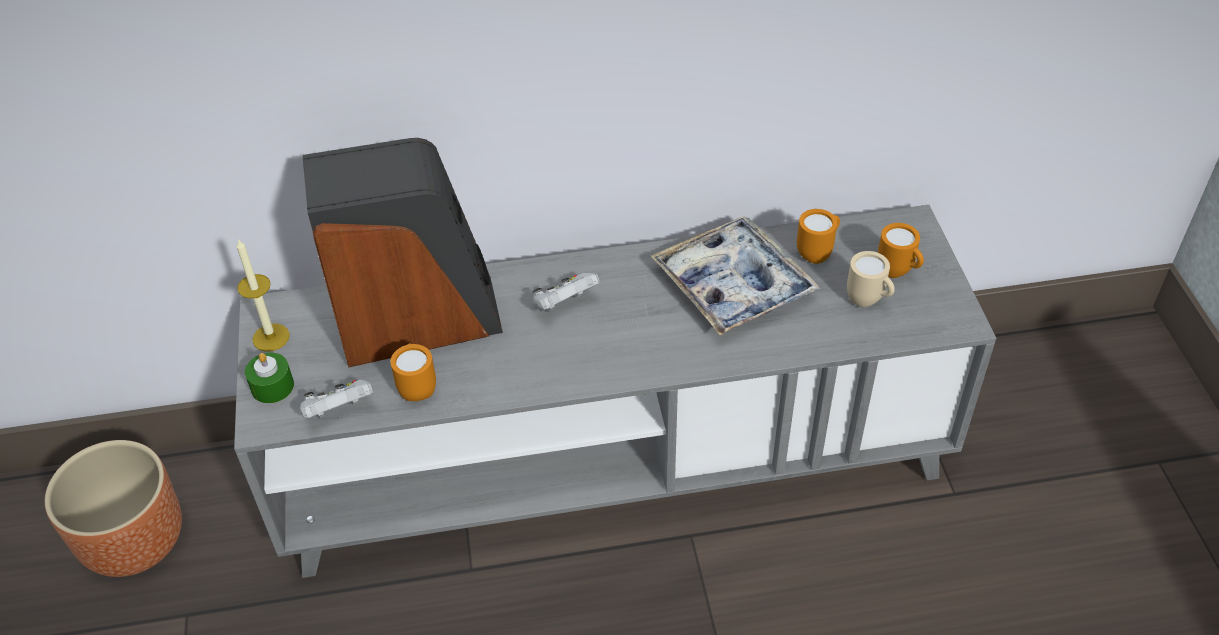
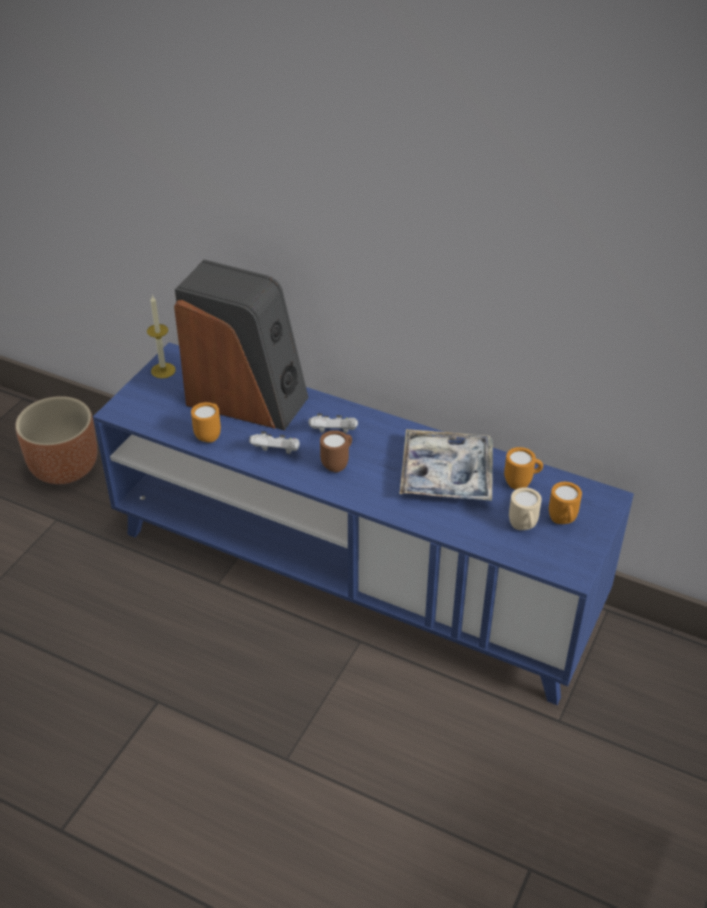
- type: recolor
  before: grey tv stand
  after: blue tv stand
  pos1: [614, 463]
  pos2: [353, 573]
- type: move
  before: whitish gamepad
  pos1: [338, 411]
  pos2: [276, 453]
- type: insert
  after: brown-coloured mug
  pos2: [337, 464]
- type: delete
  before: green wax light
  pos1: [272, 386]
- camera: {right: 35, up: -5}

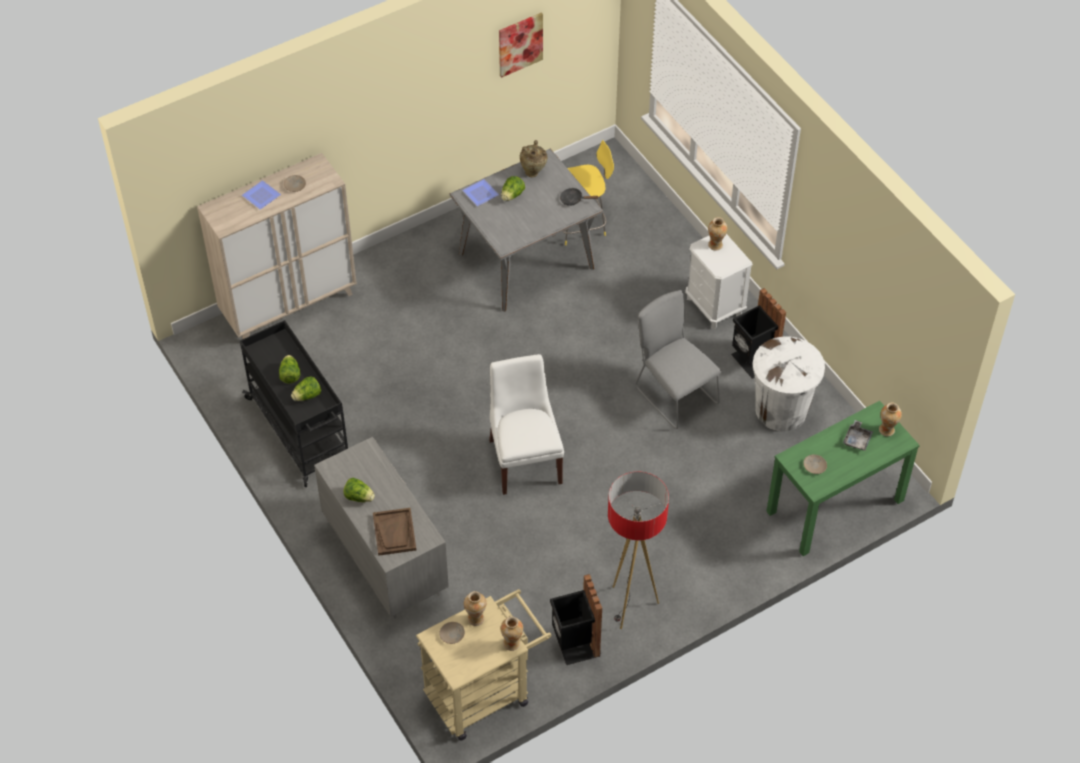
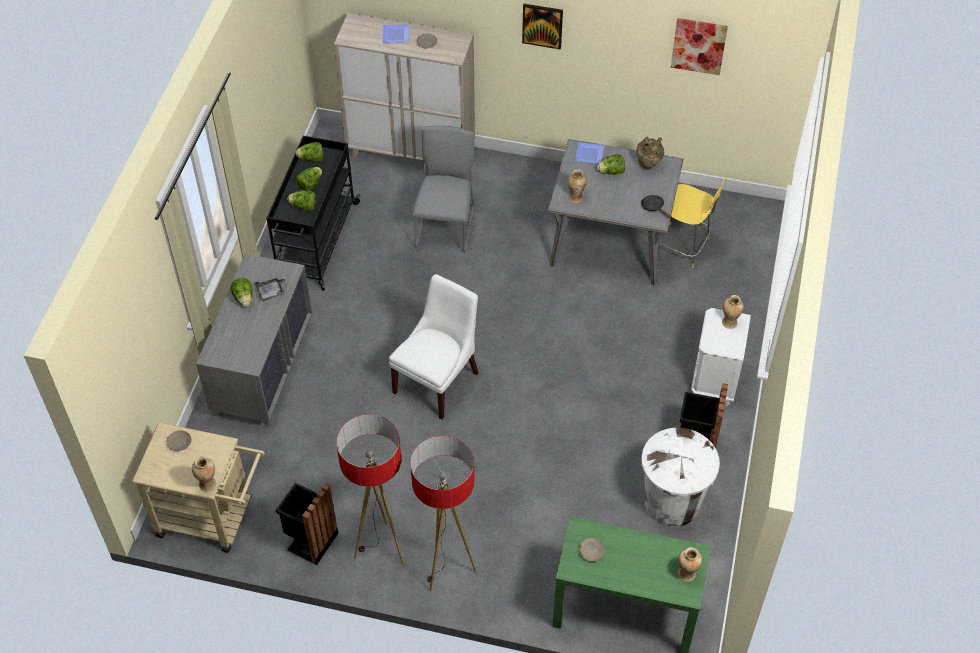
- type: move
  before: grey carrying tray
  pos1: [857, 439]
  pos2: [272, 291]
- type: insert
  after: lettuce
  pos2: [311, 159]
- type: insert
  after: standard lamp
  pos2: [447, 569]
- type: move
  before: grey chair
  pos1: [673, 393]
  pos2: [446, 225]
- type: insert
  after: wall picture
  pos2: [542, 25]
- type: move
  before: vase
  pos1: [475, 618]
  pos2: [575, 198]
- type: delete
  before: brown-coloured carrying tray
  pos1: [394, 532]
- camera: {right: 45, up: 0}

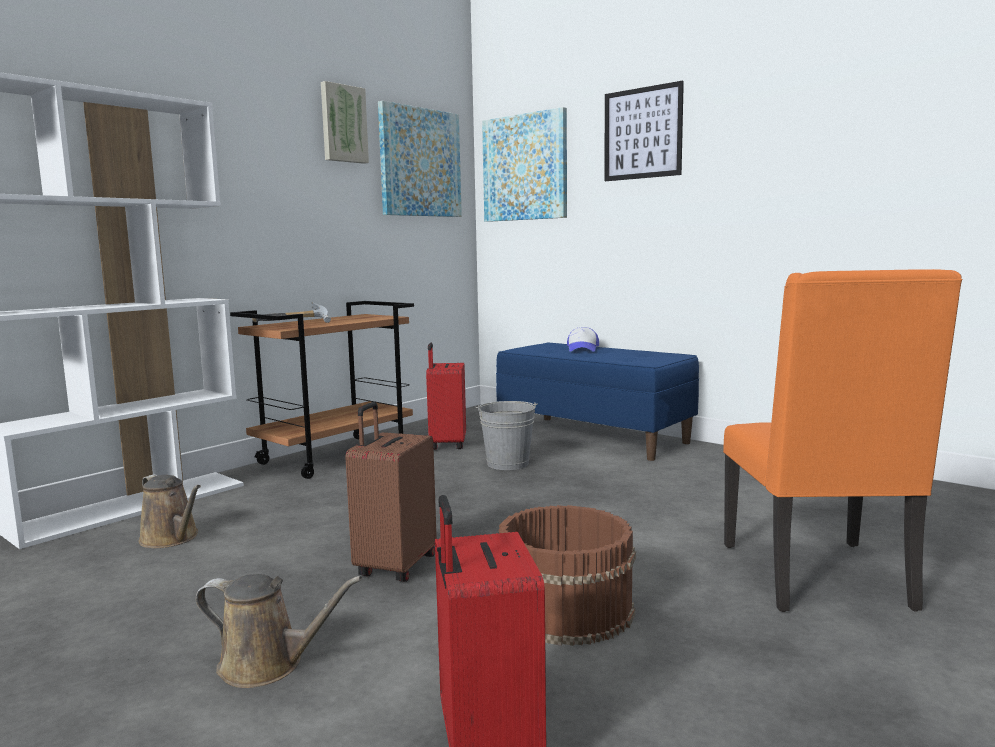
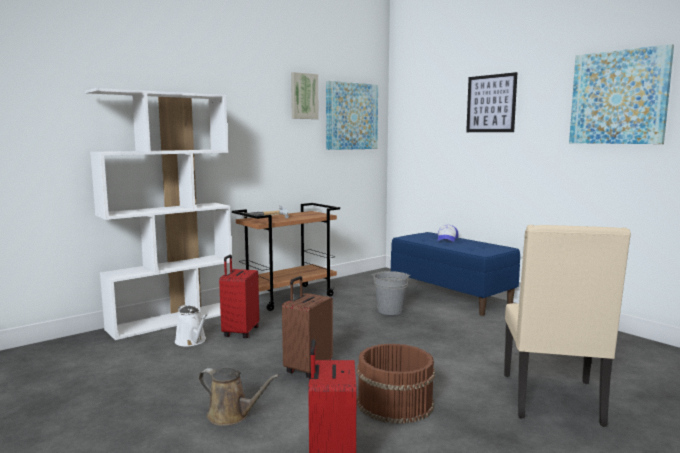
- type: recolor
  before: brown-coloured sprinkling can
  after: whitish sprinkling can
  pos1: [172, 538]
  pos2: [192, 341]
- type: move
  before: red-coloured piece of luggage
  pos1: [446, 445]
  pos2: [240, 332]
- type: recolor
  before: orangey chair
  after: beige chair
  pos1: [819, 577]
  pos2: [553, 400]
- type: move
  before: wall picture
  pos1: [525, 167]
  pos2: [618, 97]
- camera: {right: 10, up: 0}

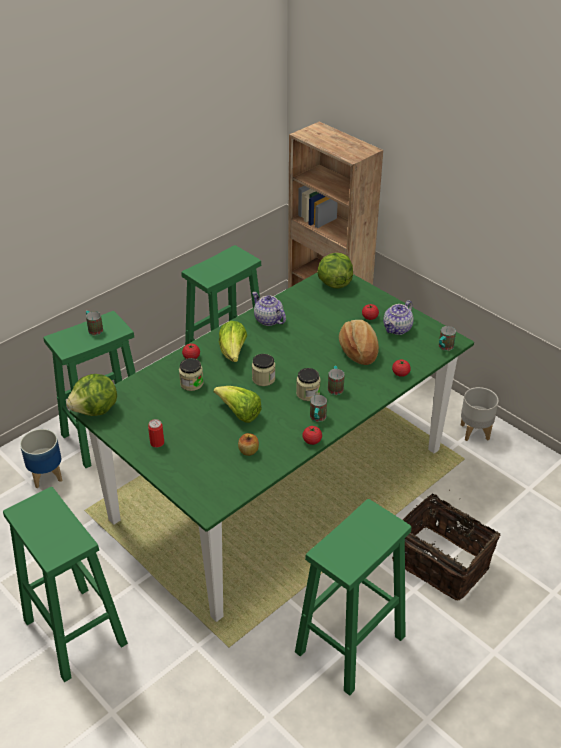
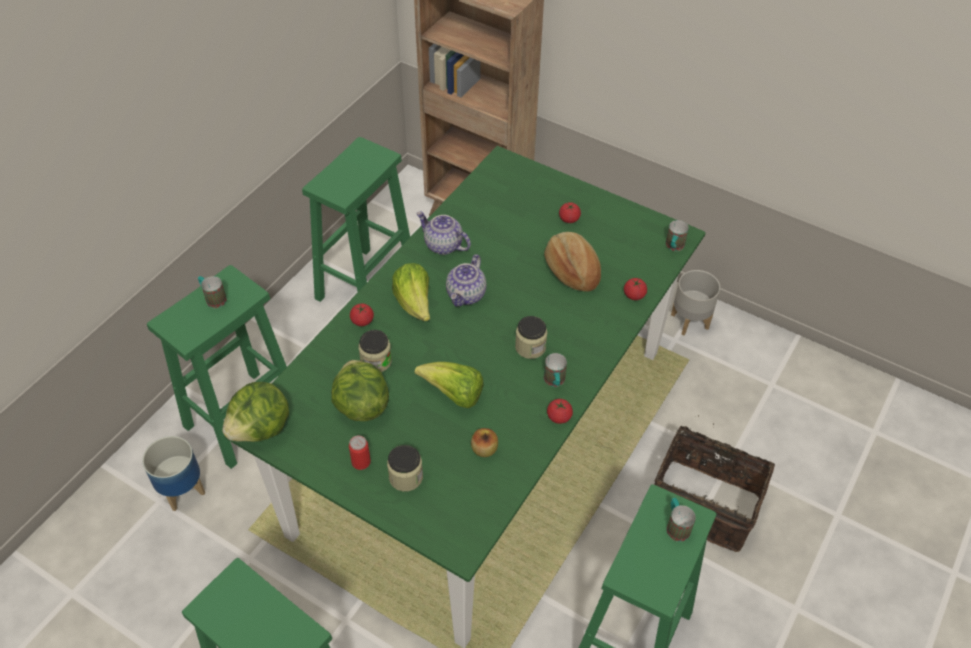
- type: move
  before: lettuce
  pos1: [334, 283]
  pos2: [361, 405]
- type: move
  before: jar
  pos1: [263, 379]
  pos2: [406, 477]
- type: move
  before: tea pot
  pos1: [397, 329]
  pos2: [466, 295]
- type: move
  before: mug
  pos1: [335, 387]
  pos2: [676, 526]
- camera: {right: -15, up: 10}

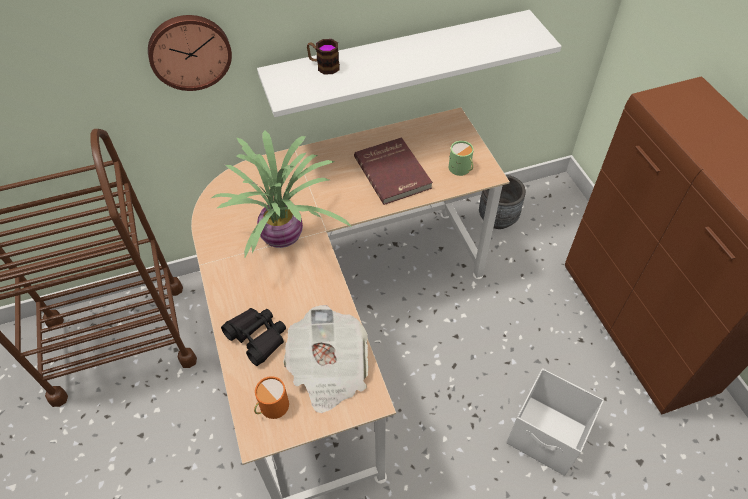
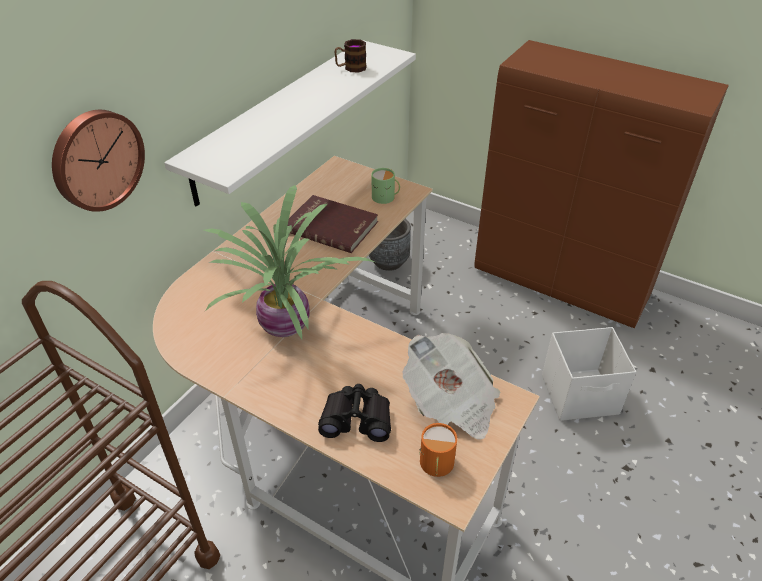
- type: move
  before: mug
  pos1: [324, 66]
  pos2: [351, 68]
- camera: {right: -40, up: -10}

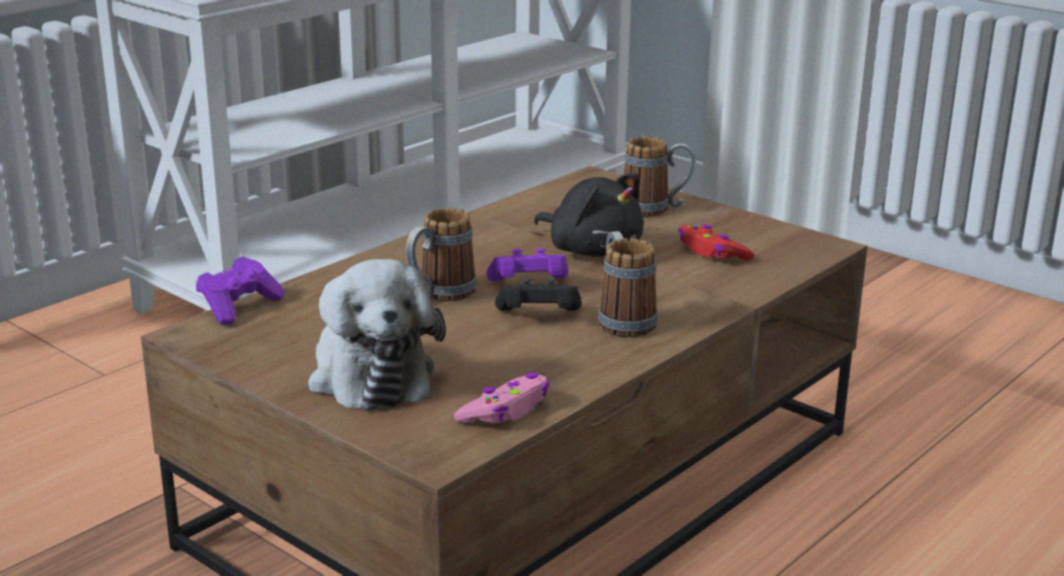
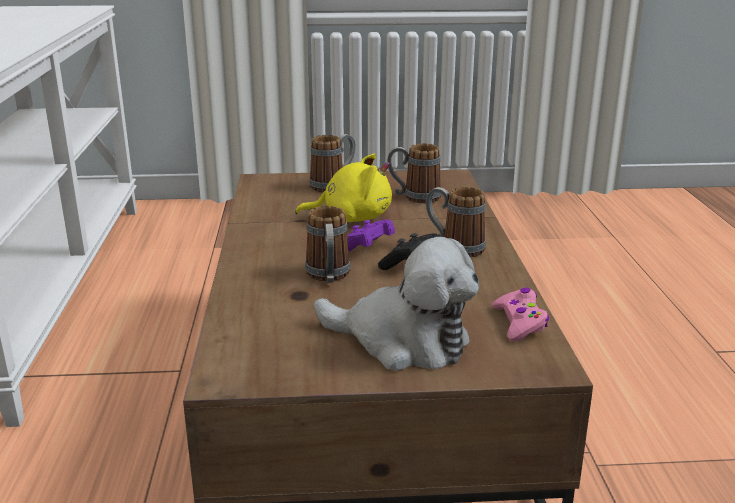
- type: recolor
  before: blackish soft toy
  after: yellow soft toy
  pos1: [592, 250]
  pos2: [352, 218]
- type: replace
  before: red-coloured gamepad
  after: mug
  pos1: [712, 253]
  pos2: [414, 197]
- type: delete
  before: purple gamepad
  pos1: [239, 307]
- camera: {right: -45, up: 0}

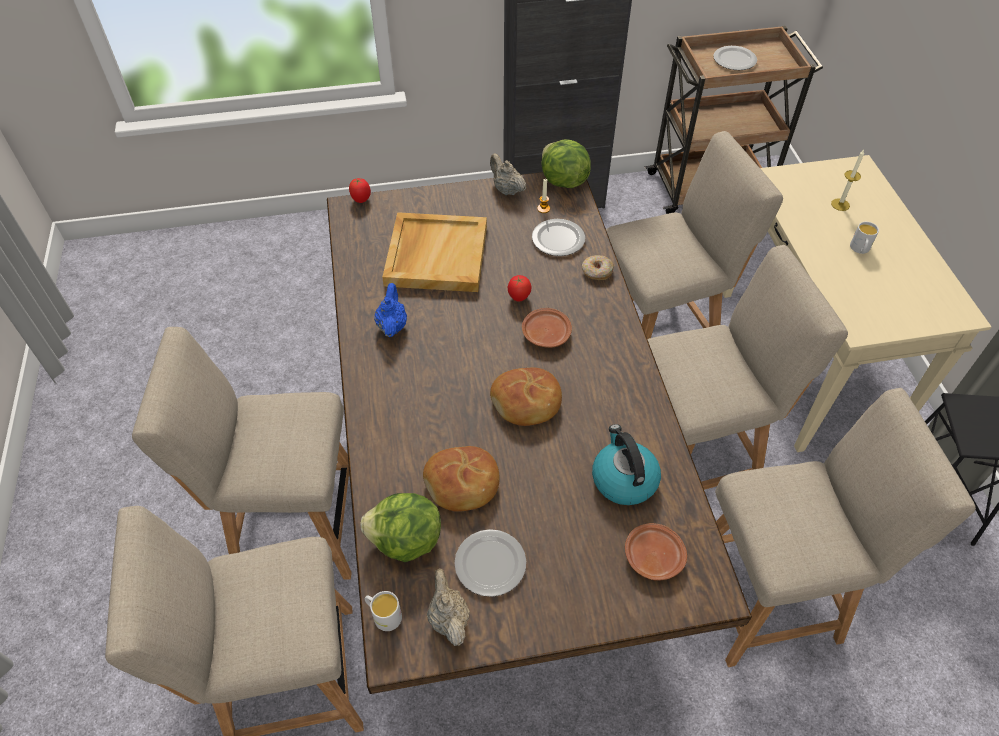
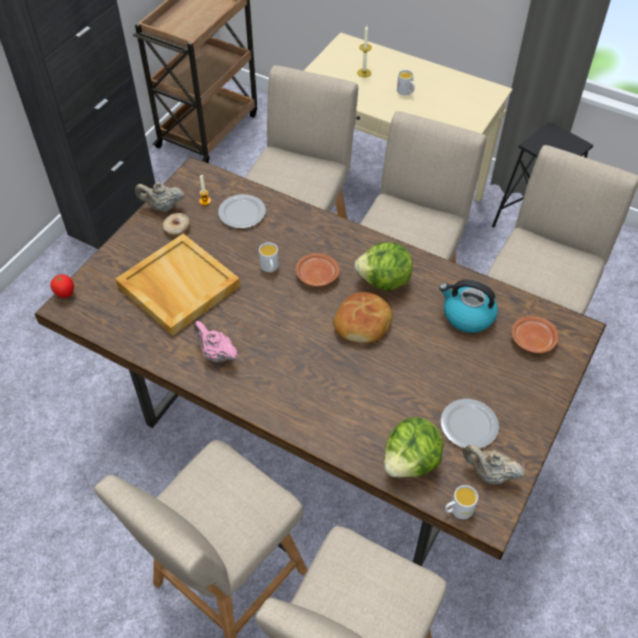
- type: move
  before: donut
  pos1: [596, 272]
  pos2: [177, 228]
- type: recolor
  before: blue tea pot
  after: pinkish tea pot
  pos1: [392, 325]
  pos2: [216, 354]
- type: replace
  before: whole tomato
  after: whitish mug
  pos1: [518, 297]
  pos2: [270, 268]
- type: move
  before: lettuce
  pos1: [562, 181]
  pos2: [384, 282]
- type: delete
  before: bread
  pos1: [462, 484]
- type: delete
  before: flat dish
  pos1: [734, 60]
- camera: {right: -50, up: 0}

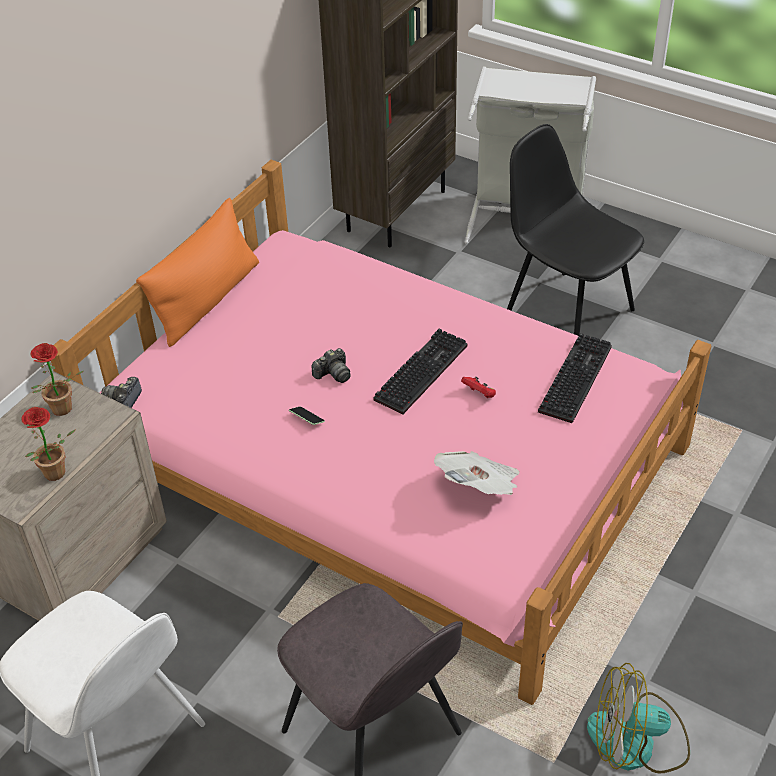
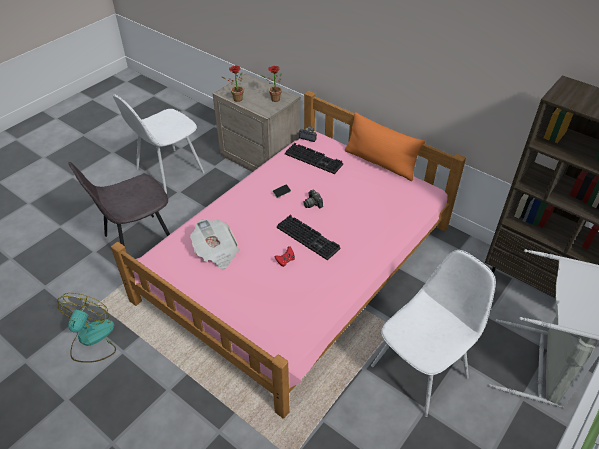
- type: move
  before: keyboard
  pos1: [573, 377]
  pos2: [315, 159]
- type: recolor
  before: blackish chair
  after: whitish chair
  pos1: [565, 313]
  pos2: [421, 370]
- camera: {right: 95, up: 0}

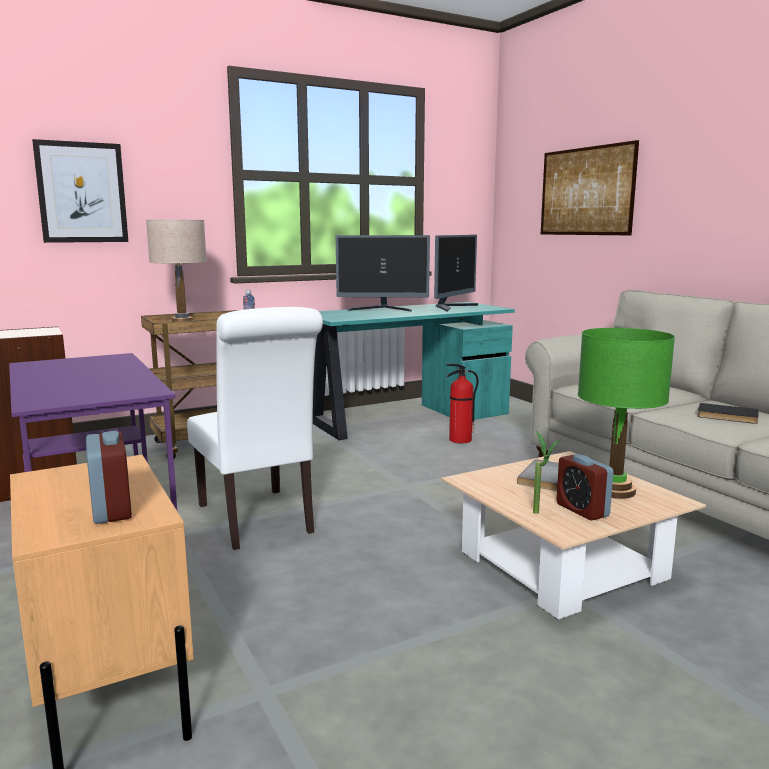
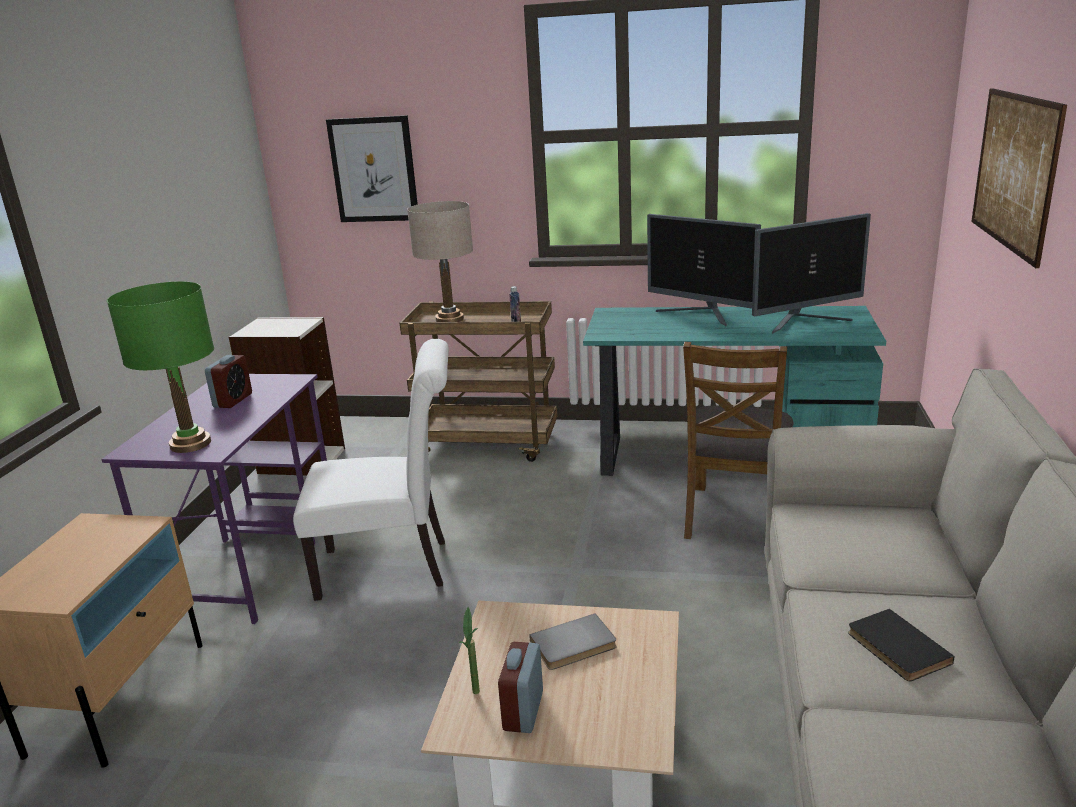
- type: move
  before: green lamp for a table
  pos1: [614, 491]
  pos2: [190, 444]
- type: move
  before: bedside clock
  pos1: [111, 509]
  pos2: [233, 400]
- type: rotate
  before: whitish chair
  pos1: [258, 521]
  pos2: [393, 567]
  turn: -105
- type: replace
  before: extinguisher
  after: brown-coloured chair
  pos1: [459, 440]
  pos2: [734, 515]
- camera: {right: 40, up: 10}

